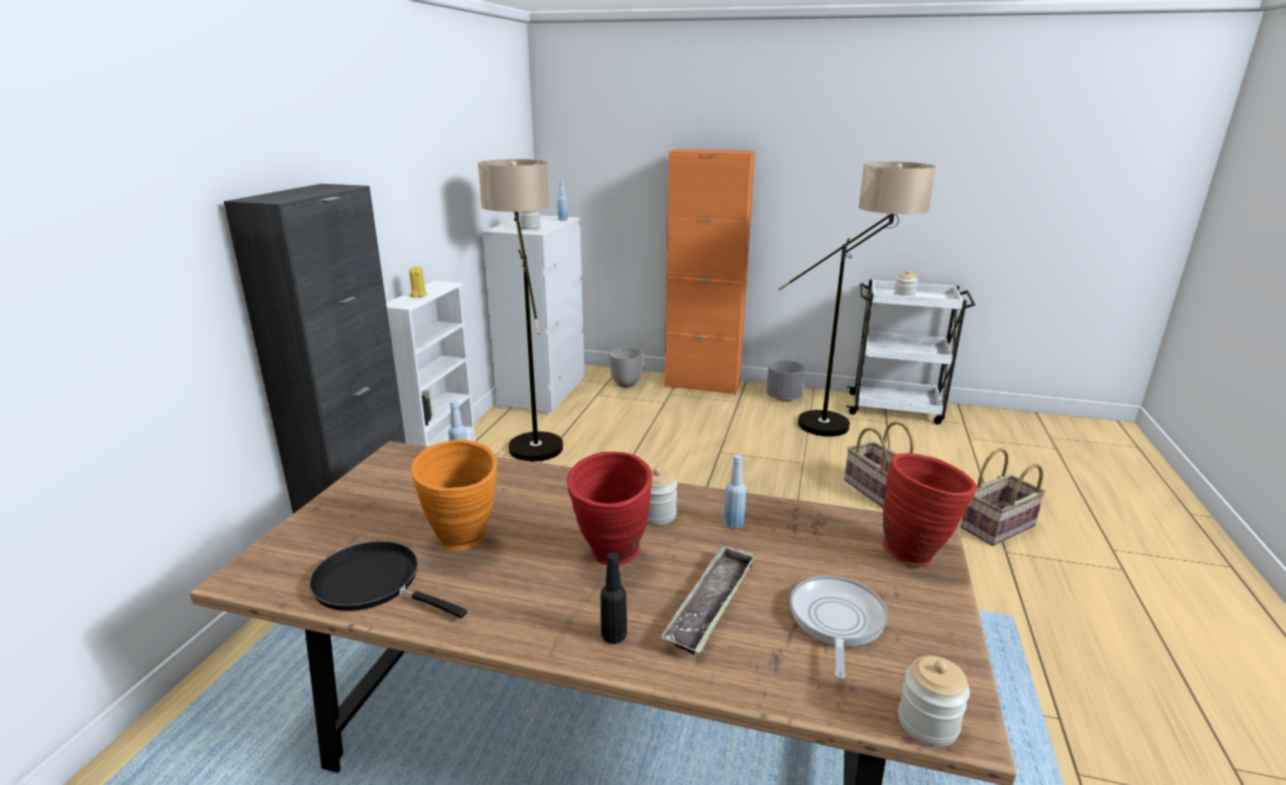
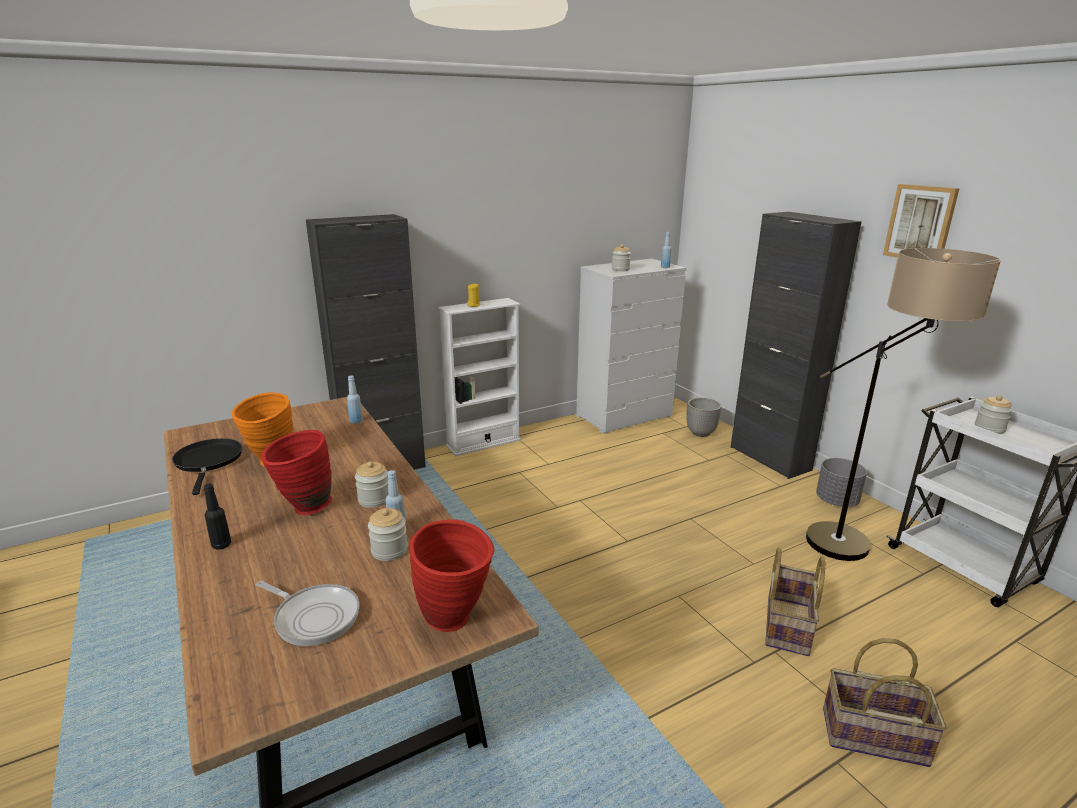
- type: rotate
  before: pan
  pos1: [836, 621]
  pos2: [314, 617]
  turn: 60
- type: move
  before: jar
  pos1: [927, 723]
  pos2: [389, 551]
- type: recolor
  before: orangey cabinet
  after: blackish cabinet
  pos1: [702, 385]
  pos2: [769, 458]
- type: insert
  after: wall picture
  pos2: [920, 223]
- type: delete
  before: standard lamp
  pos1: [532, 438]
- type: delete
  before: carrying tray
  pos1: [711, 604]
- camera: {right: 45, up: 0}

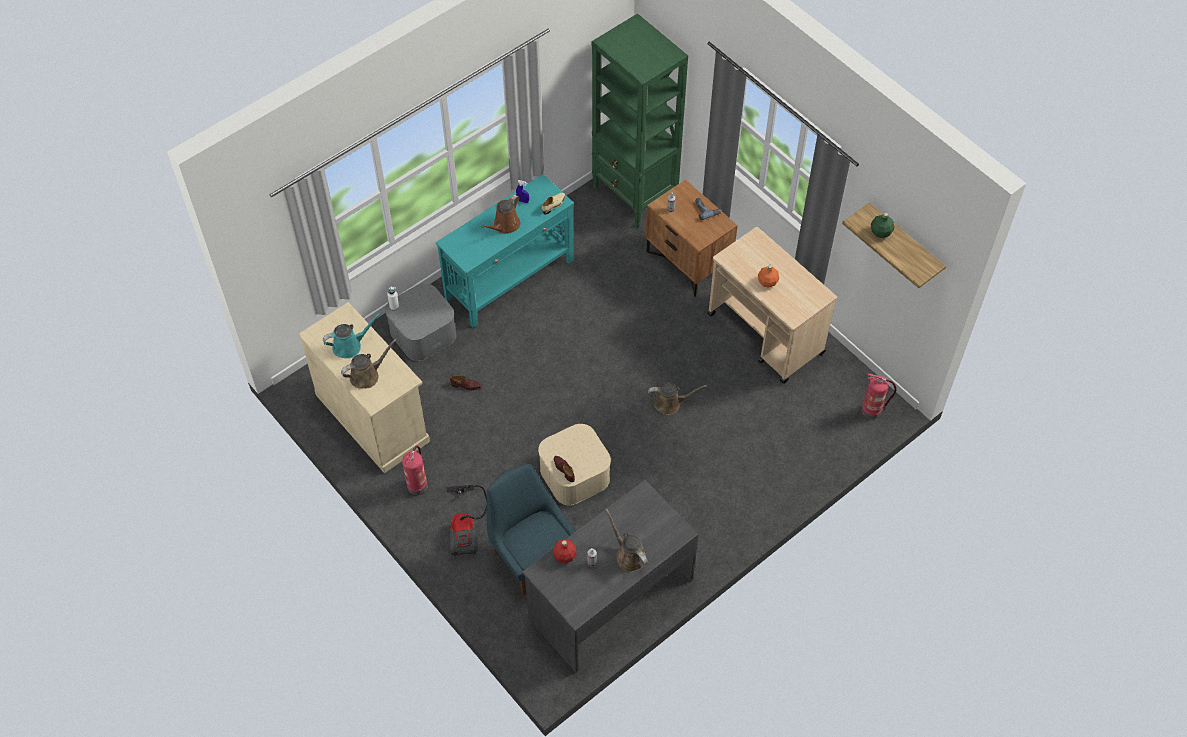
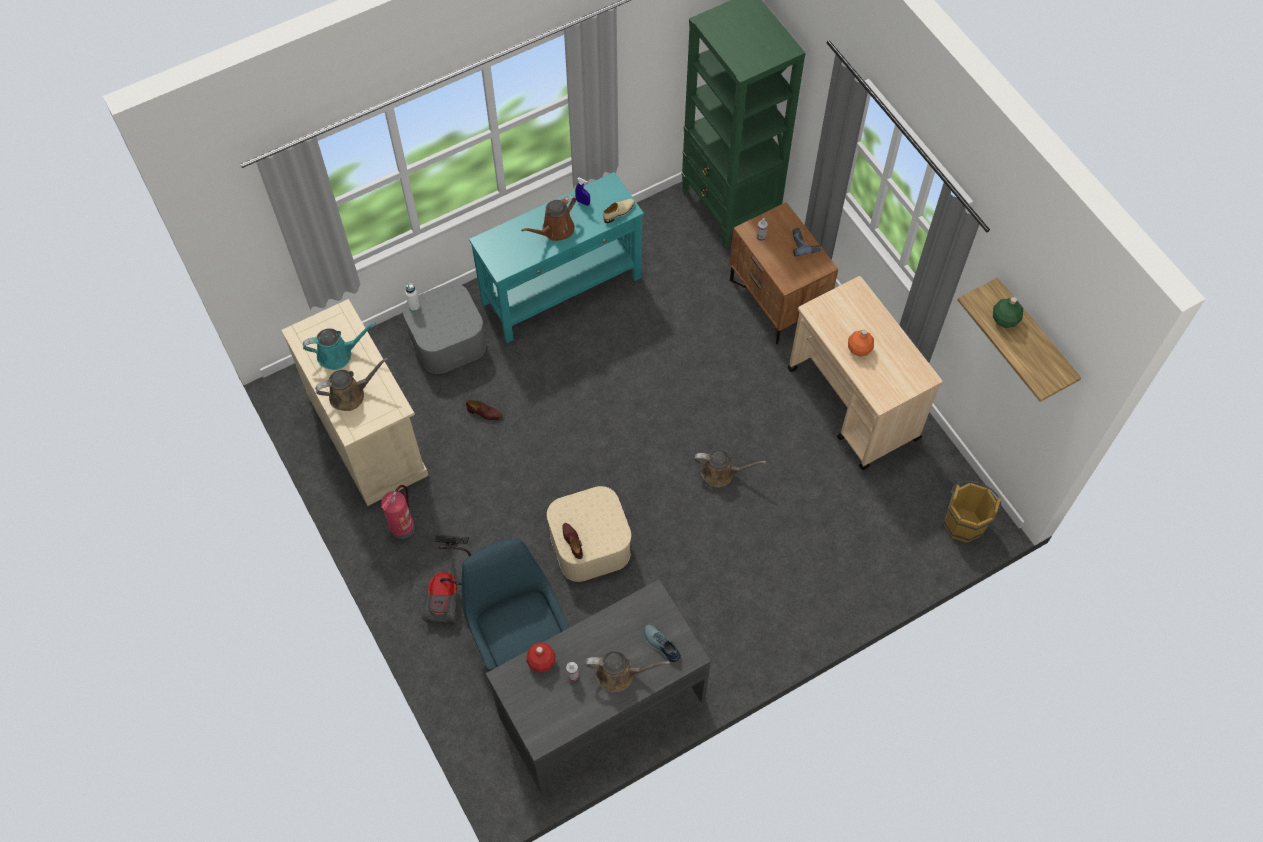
- type: rotate
  before: brown-coloured sprinkling can
  pos1: [628, 555]
  pos2: [619, 674]
  turn: 120
- type: insert
  after: shoe
  pos2: [660, 645]
- type: replace
  before: extinguisher
  after: brown-coloured water bucket
  pos1: [872, 410]
  pos2: [964, 521]
- camera: {right: 10, up: 5}

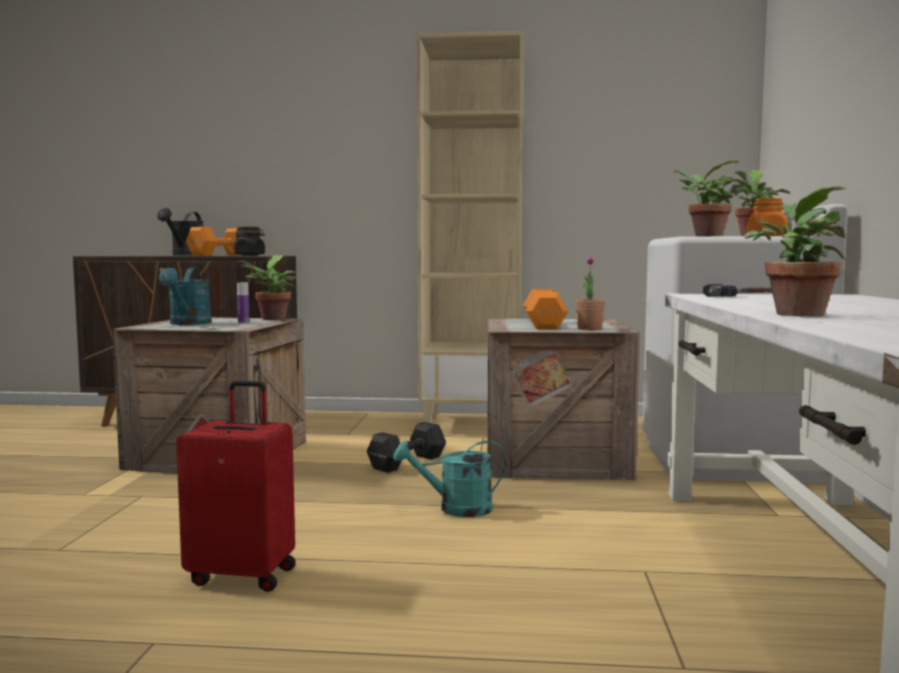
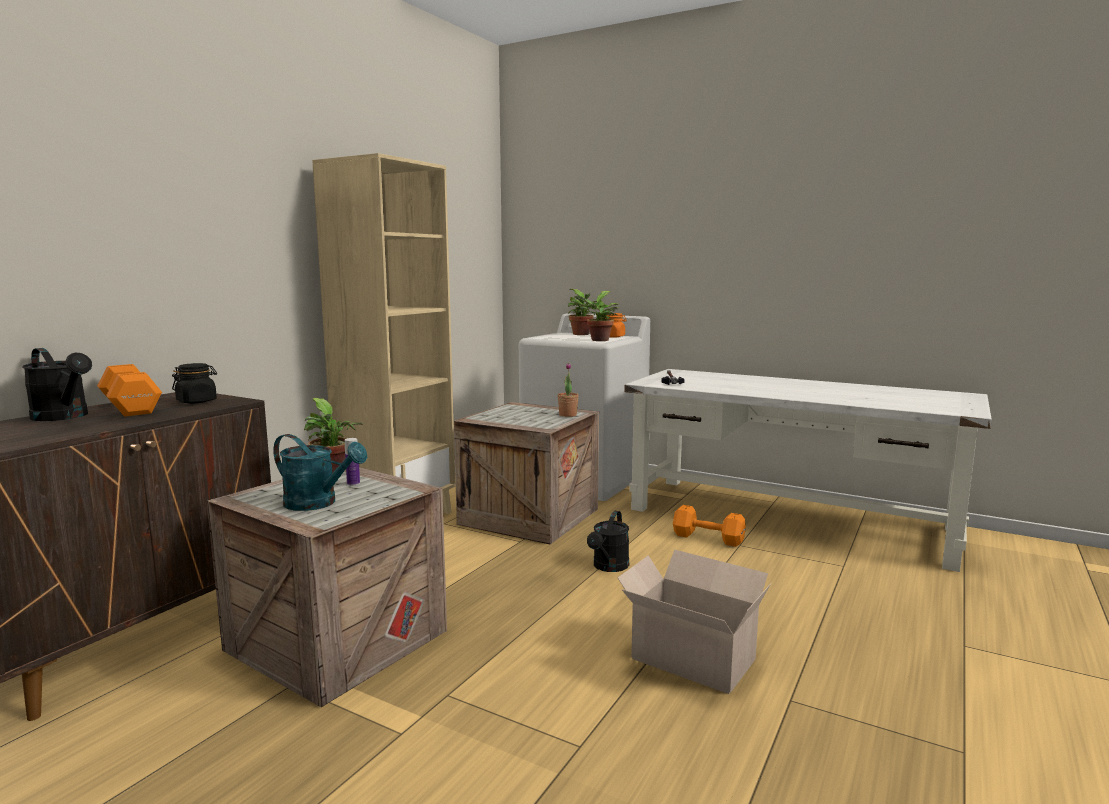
- type: recolor
  before: turquoise sprinkling can
  after: blackish sprinkling can
  pos1: [455, 509]
  pos2: [609, 567]
- type: replace
  before: red-coloured piece of luggage
  after: cardboard box
  pos1: [243, 575]
  pos2: [690, 657]
- type: move
  before: orangey dumbbell
  pos1: [543, 325]
  pos2: [709, 538]
- type: delete
  before: blackish dumbbell
  pos1: [409, 462]
- type: delete
  before: potted plant
  pos1: [795, 314]
- camera: {right: -65, up: 5}

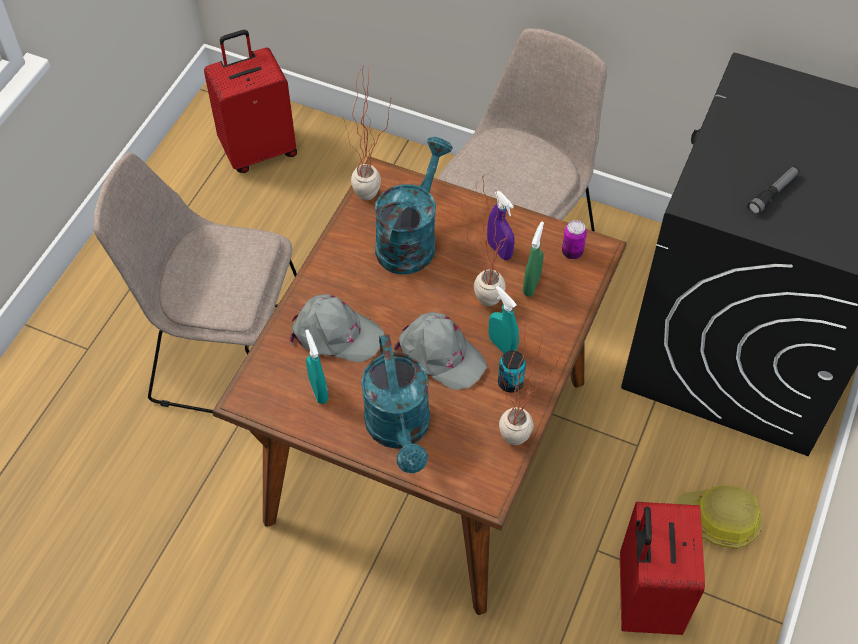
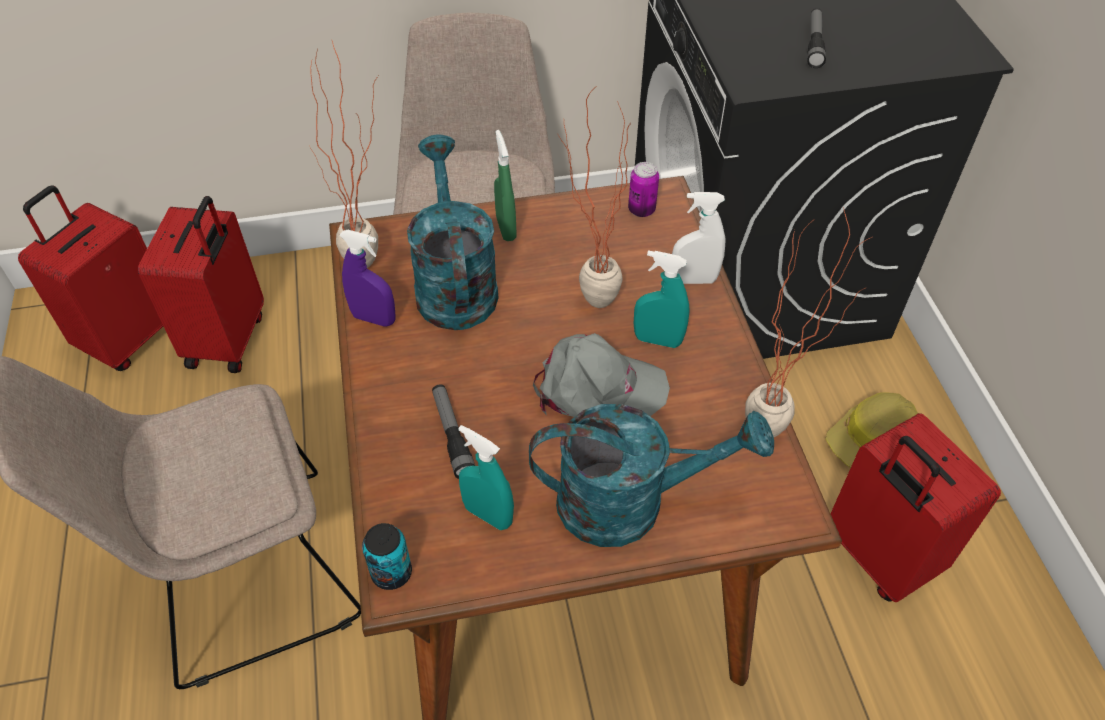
- type: insert
  after: red-coloured piece of luggage
  pos2: [229, 340]
- type: move
  before: purple sprayer
  pos1: [499, 250]
  pos2: [374, 319]
- type: move
  before: sealed can
  pos1: [510, 382]
  pos2: [391, 572]
- type: replace
  before: grey cap
  after: flashlight
  pos1: [335, 334]
  pos2: [452, 435]
- type: move
  before: green sprayer
  pos1: [531, 285]
  pos2: [506, 228]
- type: rotate
  before: turquoise sprinkling can
  pos1: [400, 431]
  pos2: [630, 502]
  turn: -45
- type: insert
  after: whitish sprayer
  pos2: [693, 280]
- camera: {right: -35, up: -5}

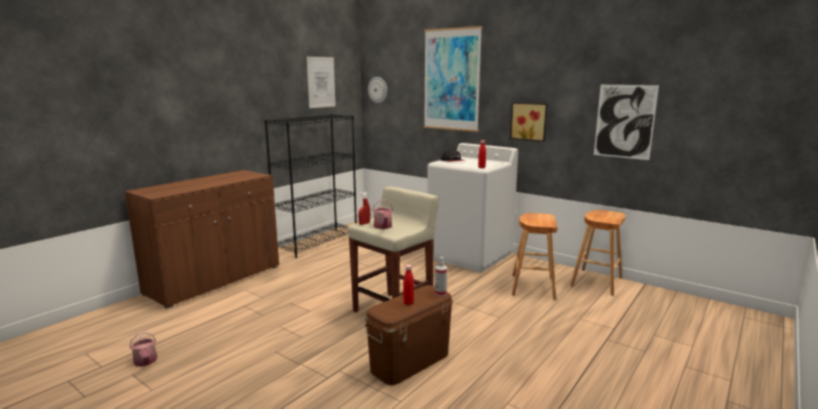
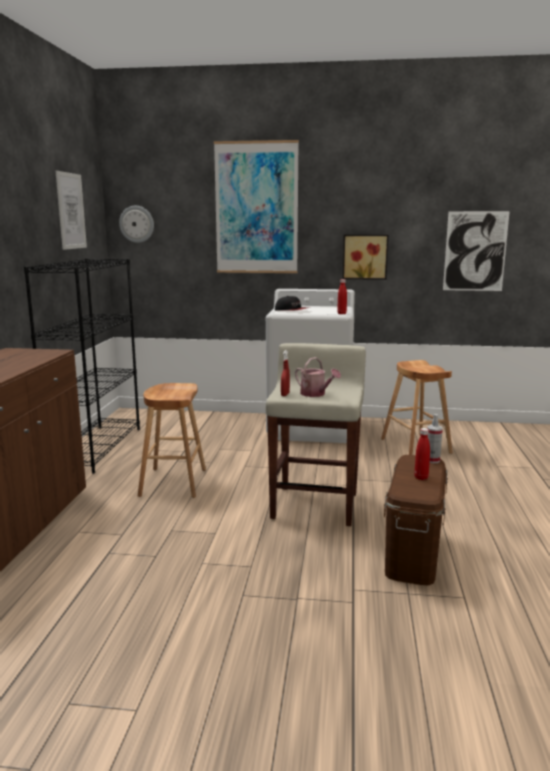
- type: move
  before: brown-coloured sitting stool
  pos1: [596, 282]
  pos2: [173, 483]
- type: delete
  before: sprinkling can
  pos1: [146, 362]
- camera: {right: -30, up: 0}

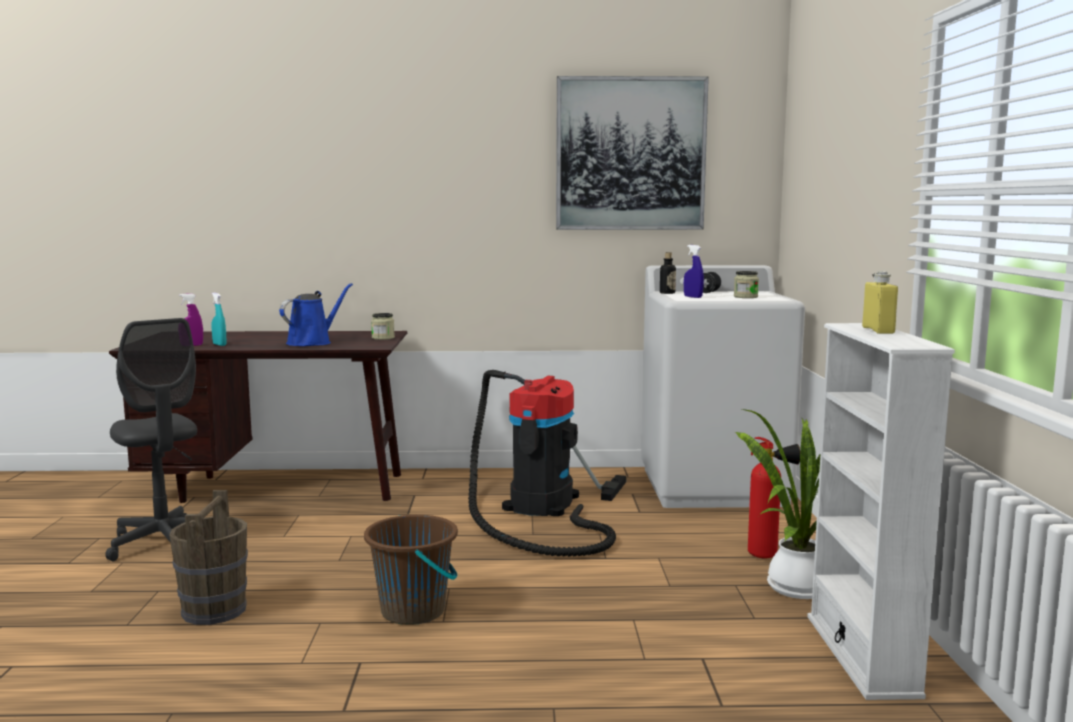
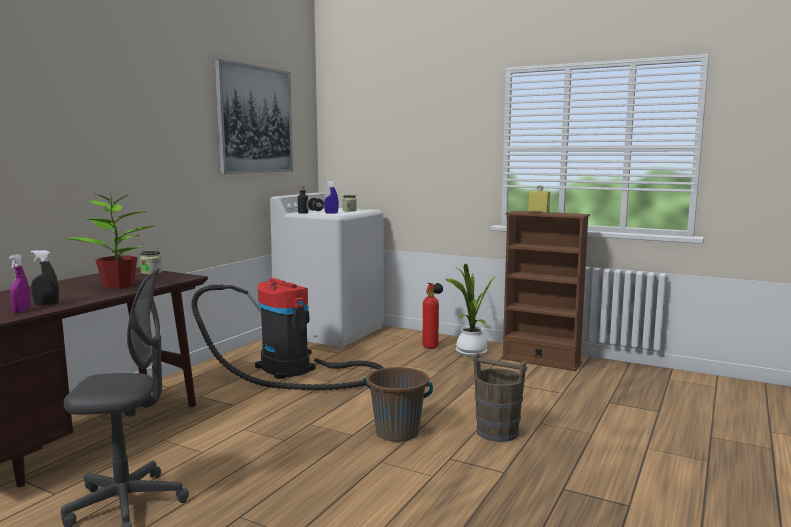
- type: recolor
  before: turquoise sprayer
  after: blackish sprayer
  pos1: [219, 344]
  pos2: [46, 304]
- type: replace
  before: blue sprinkling can
  after: potted plant
  pos1: [312, 342]
  pos2: [119, 285]
- type: move
  before: brown-coloured water bucket
  pos1: [214, 610]
  pos2: [497, 432]
- type: recolor
  before: whitish bookcase
  after: brown-coloured bookcase
  pos1: [861, 655]
  pos2: [540, 361]
- camera: {right: -60, up: 0}

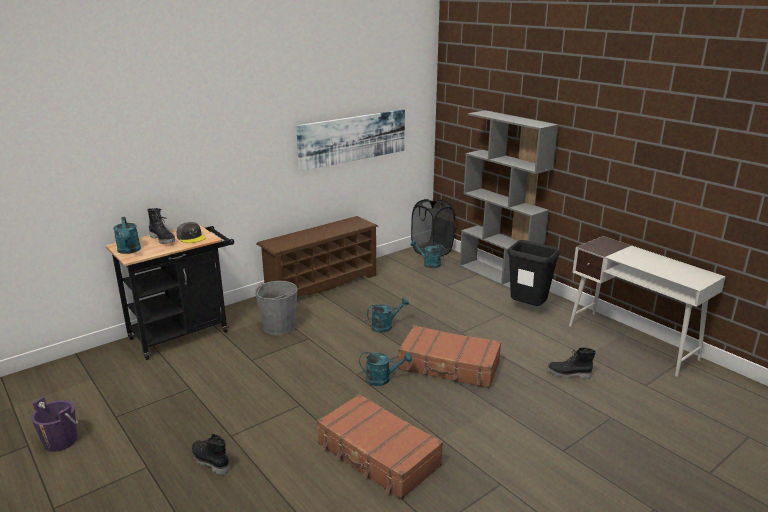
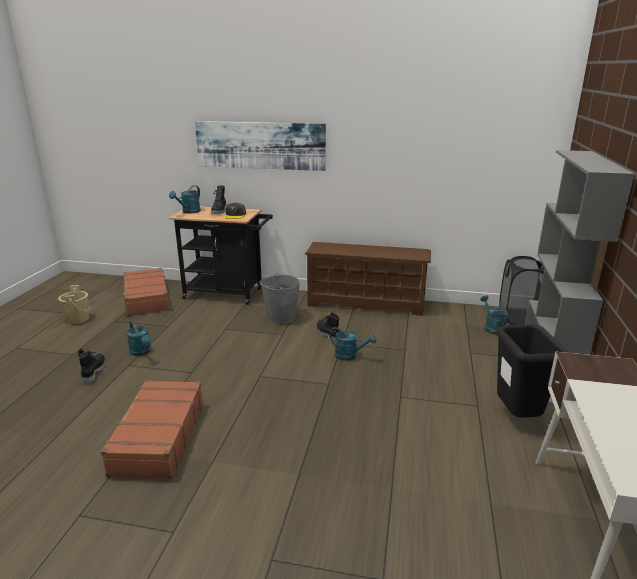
- type: recolor
  before: purple water bucket
  after: beige water bucket
  pos1: [60, 441]
  pos2: [78, 319]
- type: move
  before: brown-coloured piece of luggage
  pos1: [449, 366]
  pos2: [146, 299]
- type: move
  before: turquoise sprinkling can
  pos1: [382, 379]
  pos2: [142, 352]
- type: move
  before: wall picture
  pos1: [353, 138]
  pos2: [260, 145]
- type: move
  before: blackish high-top boot
  pos1: [569, 374]
  pos2: [327, 334]
- camera: {right: 50, up: 0}

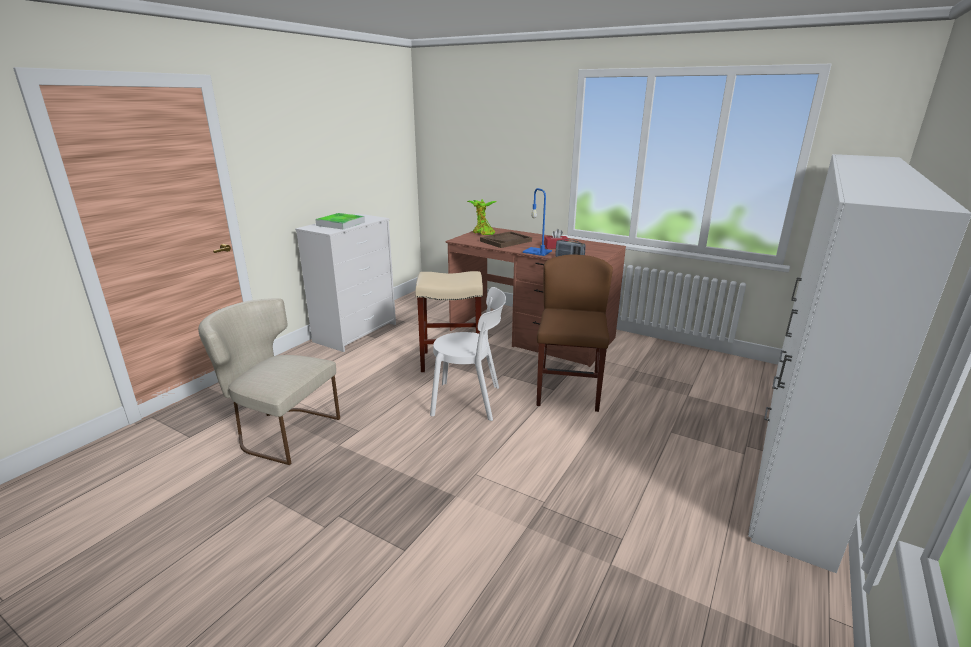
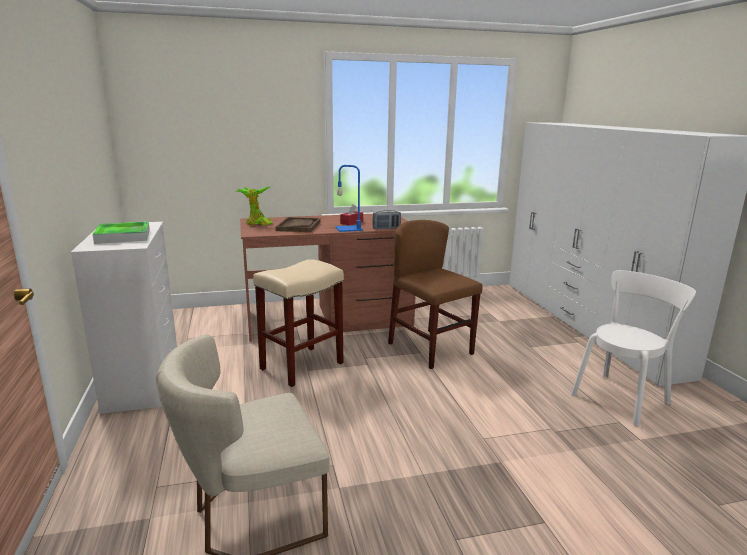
- type: move
  before: whitish chair
  pos1: [470, 401]
  pos2: [622, 397]
- camera: {right: -45, up: -5}

